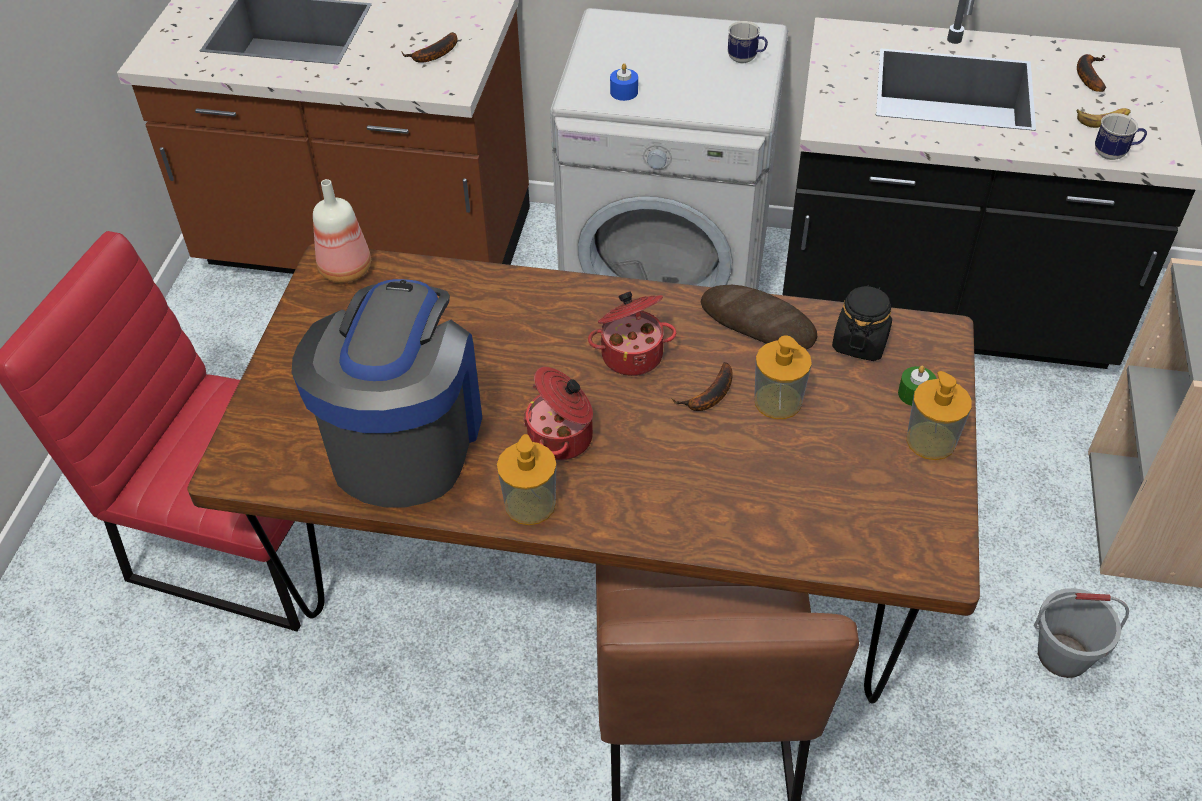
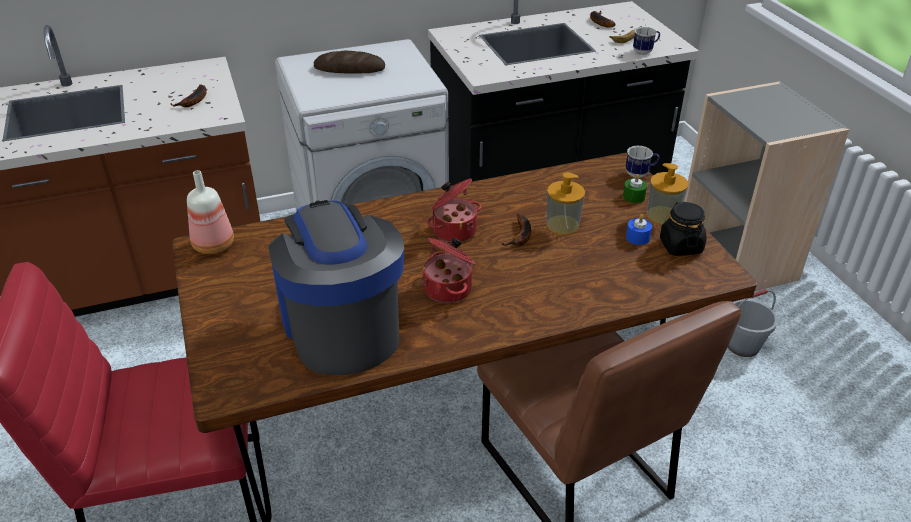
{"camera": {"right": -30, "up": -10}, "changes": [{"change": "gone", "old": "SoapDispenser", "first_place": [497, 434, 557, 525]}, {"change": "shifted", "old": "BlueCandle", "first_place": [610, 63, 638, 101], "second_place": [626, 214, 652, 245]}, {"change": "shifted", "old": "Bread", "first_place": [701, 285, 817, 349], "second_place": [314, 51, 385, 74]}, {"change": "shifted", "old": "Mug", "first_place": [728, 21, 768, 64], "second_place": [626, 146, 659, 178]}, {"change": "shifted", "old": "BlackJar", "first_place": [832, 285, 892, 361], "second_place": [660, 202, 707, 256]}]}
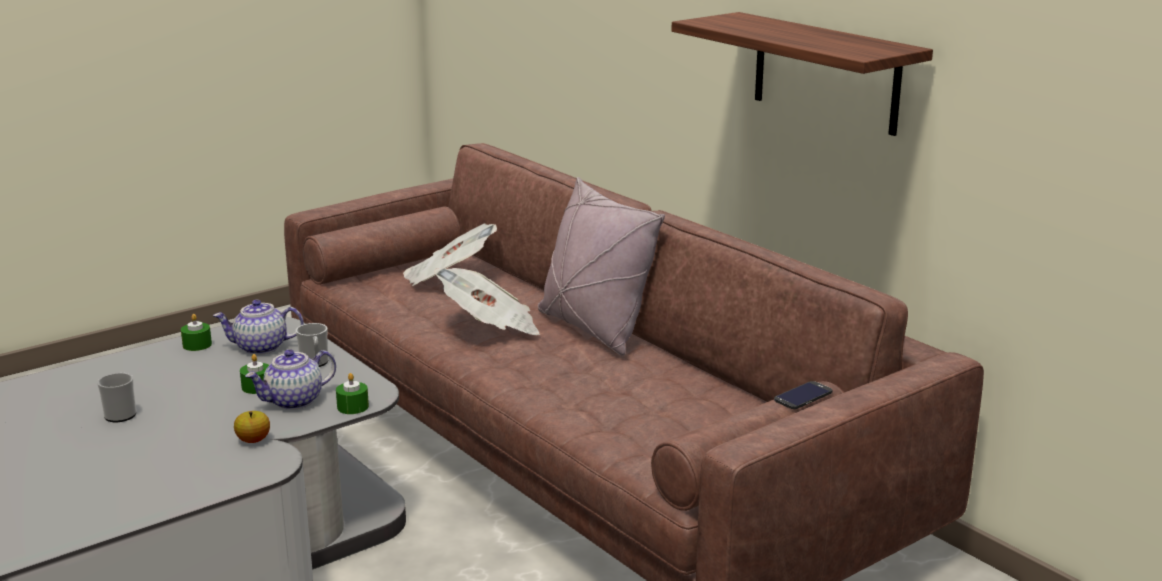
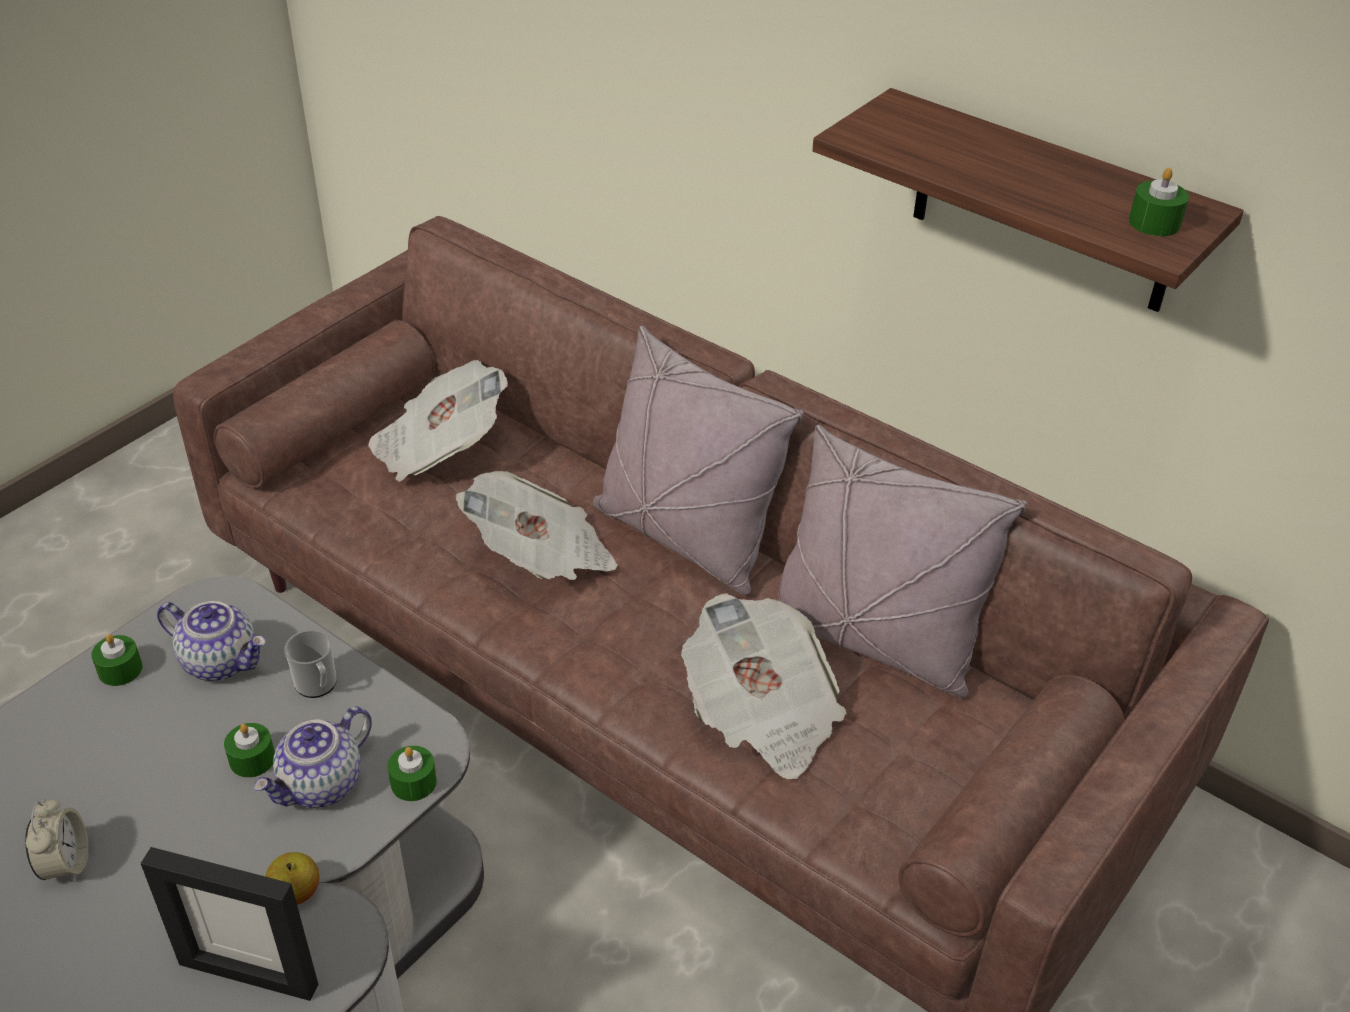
{"camera": {"right": -15, "up": 20}, "changes": [{"change": "gone", "old": "Phone", "first_place": [774, 381, 832, 409]}, {"change": "new", "new": "PictureFrame", "second_place": [141, 847, 318, 1001]}, {"change": "new", "new": "Newspaper", "second_place": [681, 593, 846, 779]}, {"change": "new", "new": "PurplePillow", "second_place": [779, 425, 1027, 698]}, {"change": "new", "new": "GreenCandle", "second_place": [1129, 168, 1189, 236]}, {"change": "swapped", "old": "Mug", "new": "AlarmClock", "first_place": [97, 373, 136, 422], "second_place": [25, 799, 89, 882]}, {"change": "rotated", "old": "Teapot", "first_place": [213, 299, 304, 355], "second_place": [157, 601, 266, 681], "degrees": -135}]}
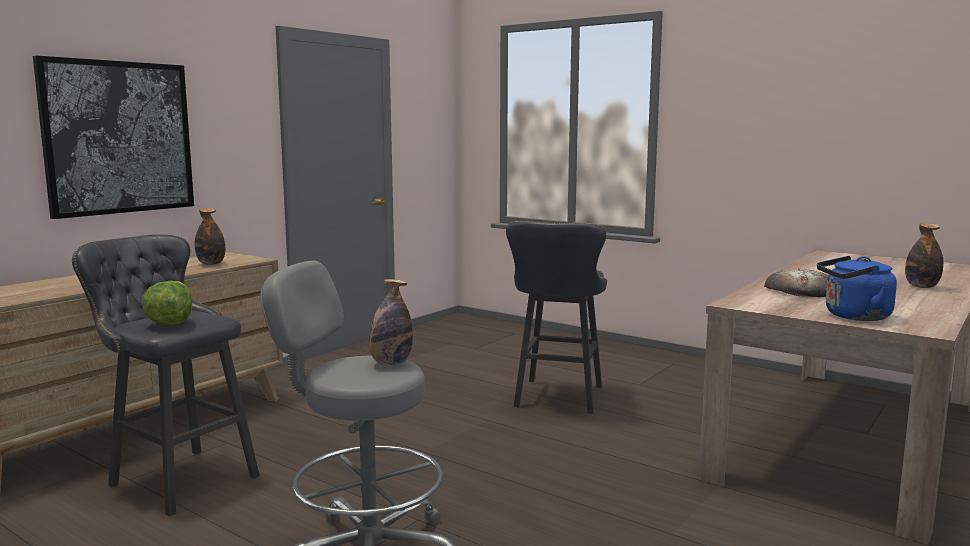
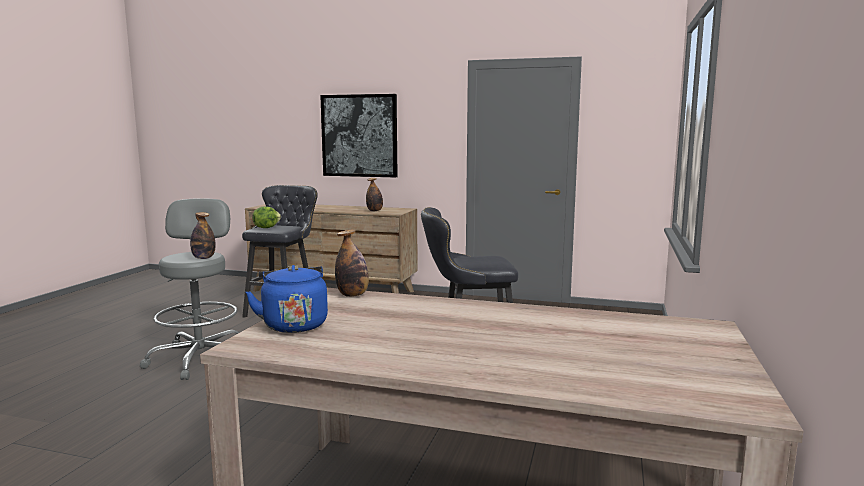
{"camera": {"right": 70, "up": 0}, "changes": [{"change": "gone", "old": "Bread", "first_place": [764, 268, 828, 297]}, {"change": "shifted", "old": "Bottle", "first_place": [905, 223, 943, 288], "second_place": [335, 229, 369, 297]}]}
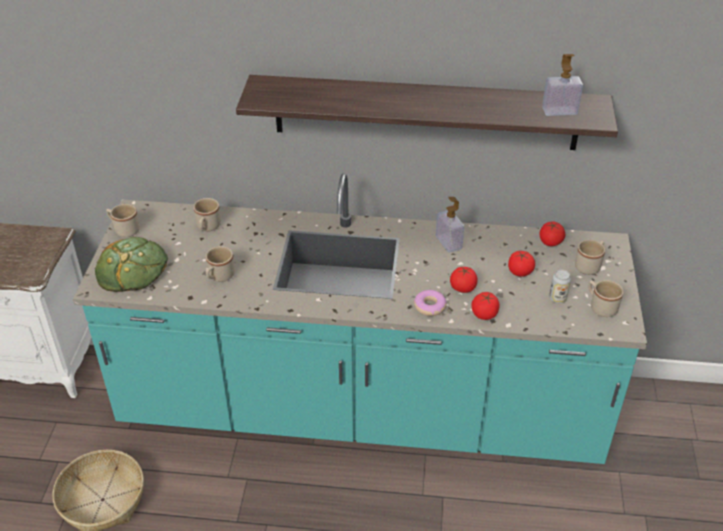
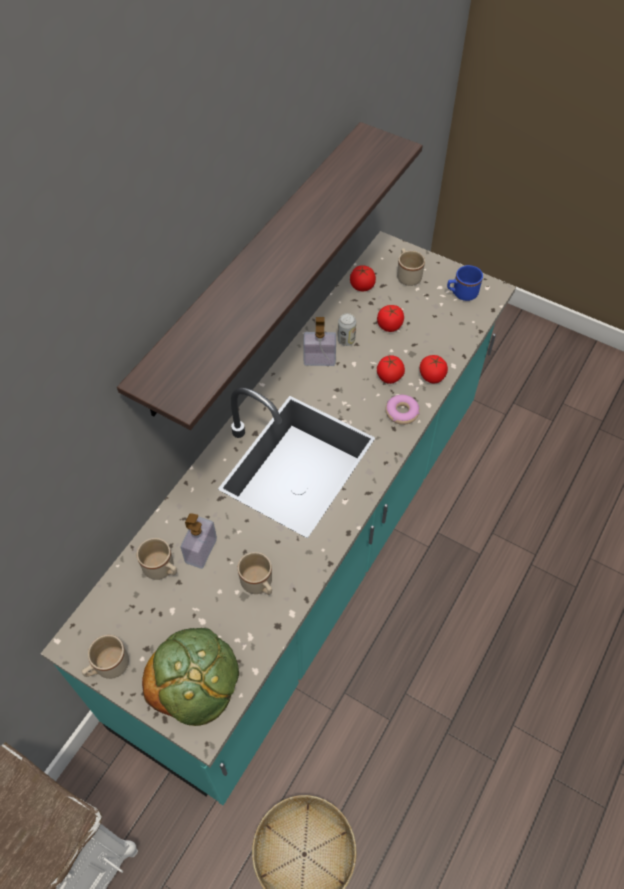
{"camera": {"right": -65, "up": 15}, "changes": [{"change": "shifted", "old": "SoapDispenser", "first_place": [542, 54, 583, 116], "second_place": [181, 513, 217, 569]}, {"change": "shifted", "old": "Can", "first_place": [549, 269, 571, 303], "second_place": [338, 313, 356, 346]}, {"change": "repainted", "old": "BeigeMug", "new": "BlueMug", "first_place": [589, 280, 624, 317], "second_place": [447, 265, 483, 301]}]}
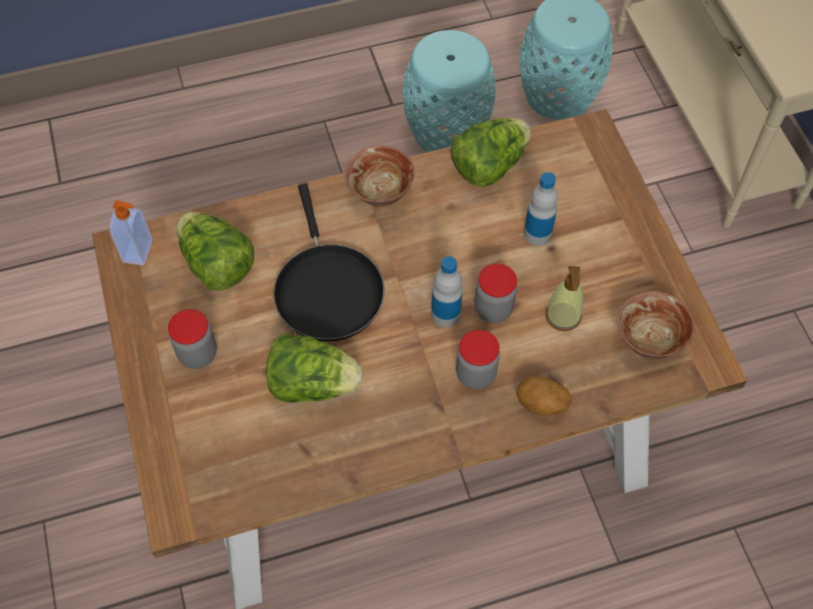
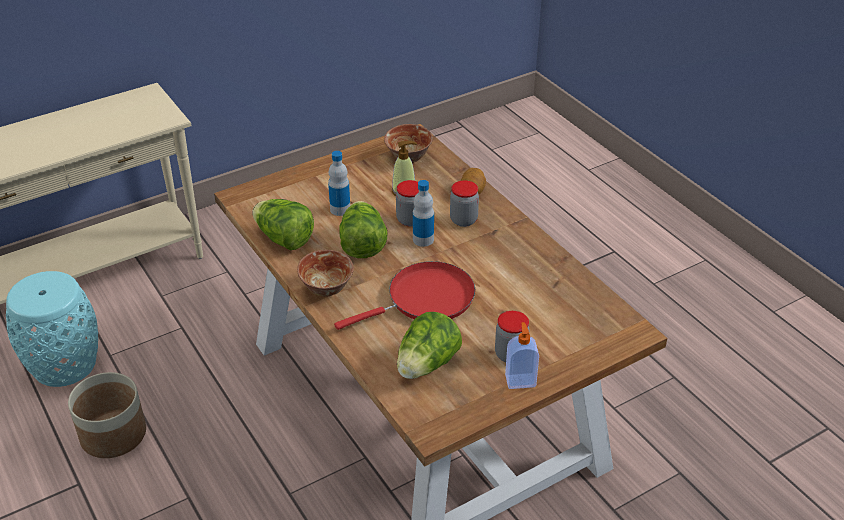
{"camera": {"right": -105, "up": -20}, "changes": [{"change": "shifted", "old": "SoapDispenser", "first_place": [110, 201, 153, 265], "second_place": [505, 322, 539, 389]}, {"change": "shifted", "old": "Lettuce", "first_place": [266, 334, 363, 403], "second_place": [339, 201, 388, 258]}, {"change": "swapped", "old": "TurquoiseStool", "new": "Planter", "first_place": [403, 30, 496, 152], "second_place": [68, 372, 146, 458]}, {"change": "repainted", "old": "BlackFryingPan", "new": "RedFryingPan", "first_place": [273, 183, 384, 342], "second_place": [334, 261, 475, 330]}]}
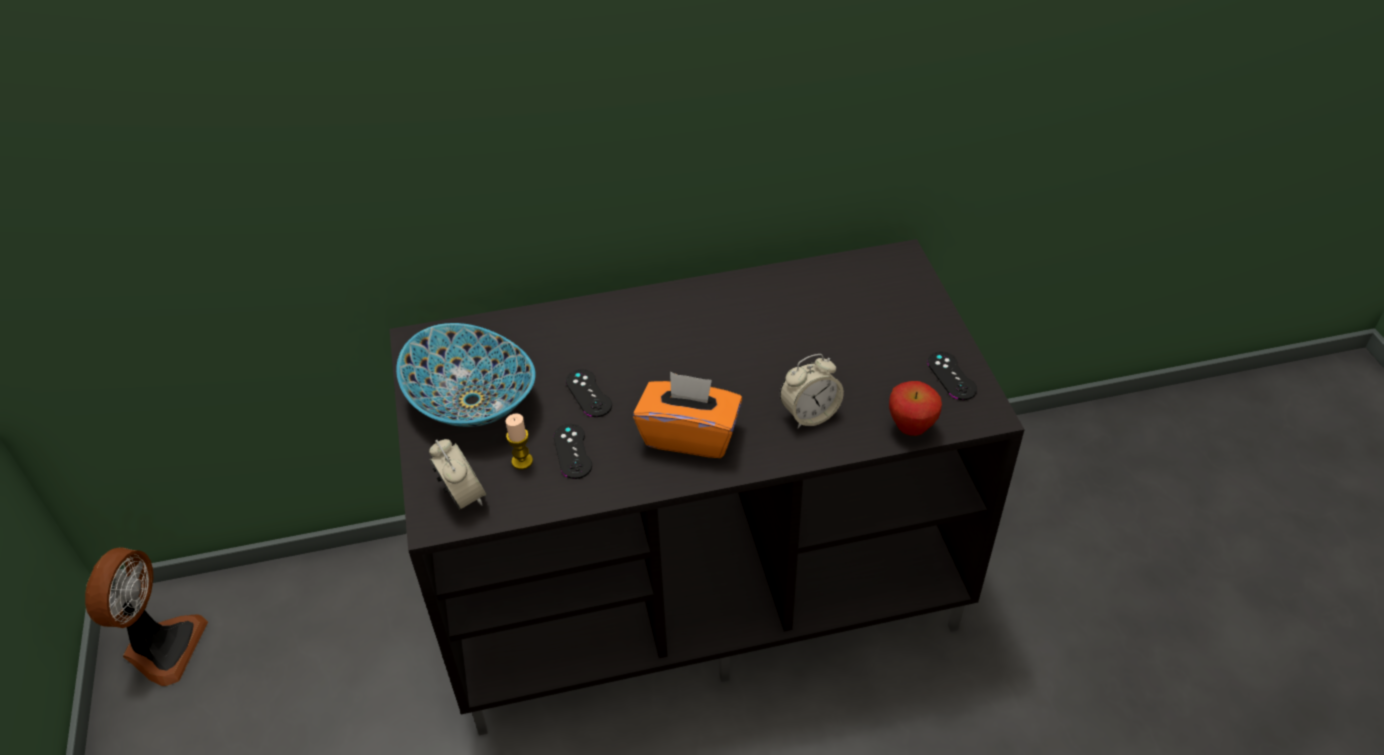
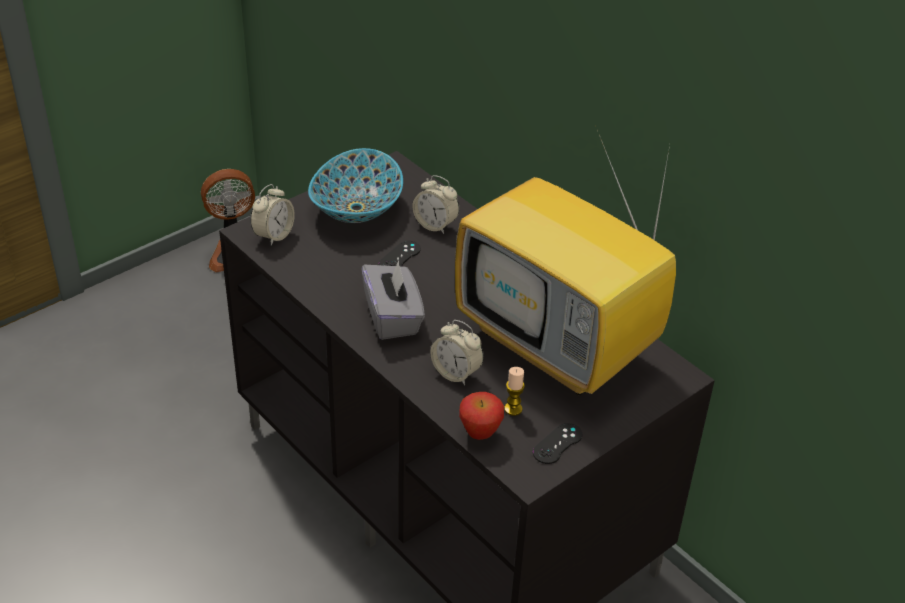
{"camera": {"right": 60, "up": -5}, "changes": [{"change": "gone", "old": "BlackGameController", "first_place": [554, 424, 592, 479]}, {"change": "new", "new": "AlarmClock", "second_place": [413, 175, 459, 234]}, {"change": "new", "new": "Television", "second_place": [455, 130, 676, 395]}, {"change": "shifted", "old": "Candle", "first_place": [505, 414, 533, 470], "second_place": [504, 367, 525, 416]}, {"change": "repainted", "old": "OrangeTissueBox", "new": "GreyTissueBox", "first_place": [633, 372, 742, 458], "second_place": [361, 260, 425, 340]}]}
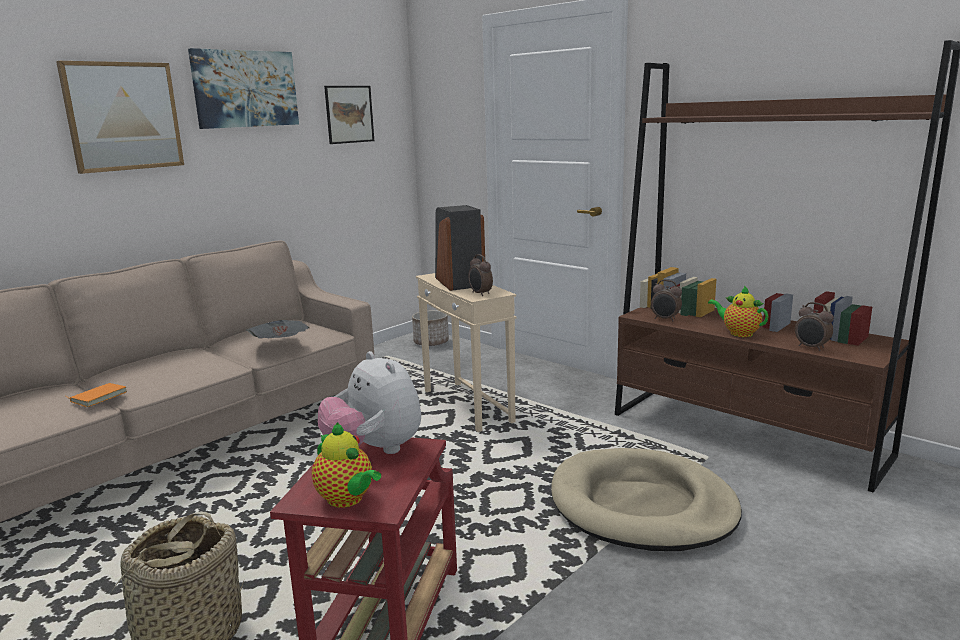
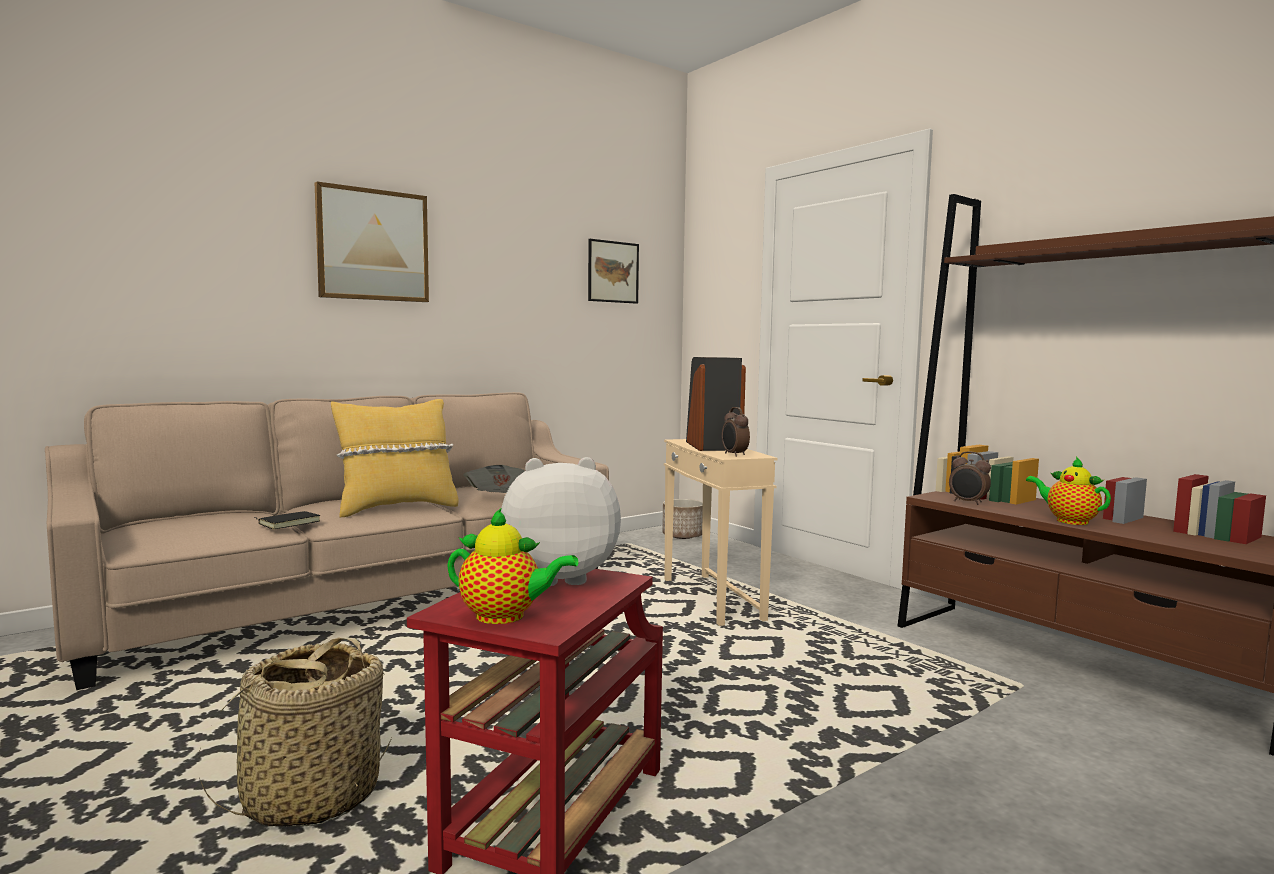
{"camera": {"right": 10, "up": -10}, "changes": [{"change": "gone", "old": "Picture", "first_place": [188, 48, 299, 129]}, {"change": "gone", "old": "BeigeDogBed", "first_place": [551, 448, 742, 551]}, {"change": "gone", "old": "AlarmClock", "first_place": [795, 302, 834, 351]}, {"change": "new", "new": "YellowPillow", "second_place": [331, 399, 458, 518]}, {"change": "repainted", "old": "OrangeBook", "new": "BlackBook", "first_place": [64, 383, 127, 407], "second_place": [256, 511, 320, 529]}, {"change": "rotated", "old": "Teapot", "first_place": [312, 422, 381, 508], "second_place": [447, 509, 578, 624], "degrees": -45}, {"change": "rotated", "old": "PlushToy", "first_place": [318, 351, 421, 454], "second_place": [501, 457, 621, 586], "degrees": 105}]}
